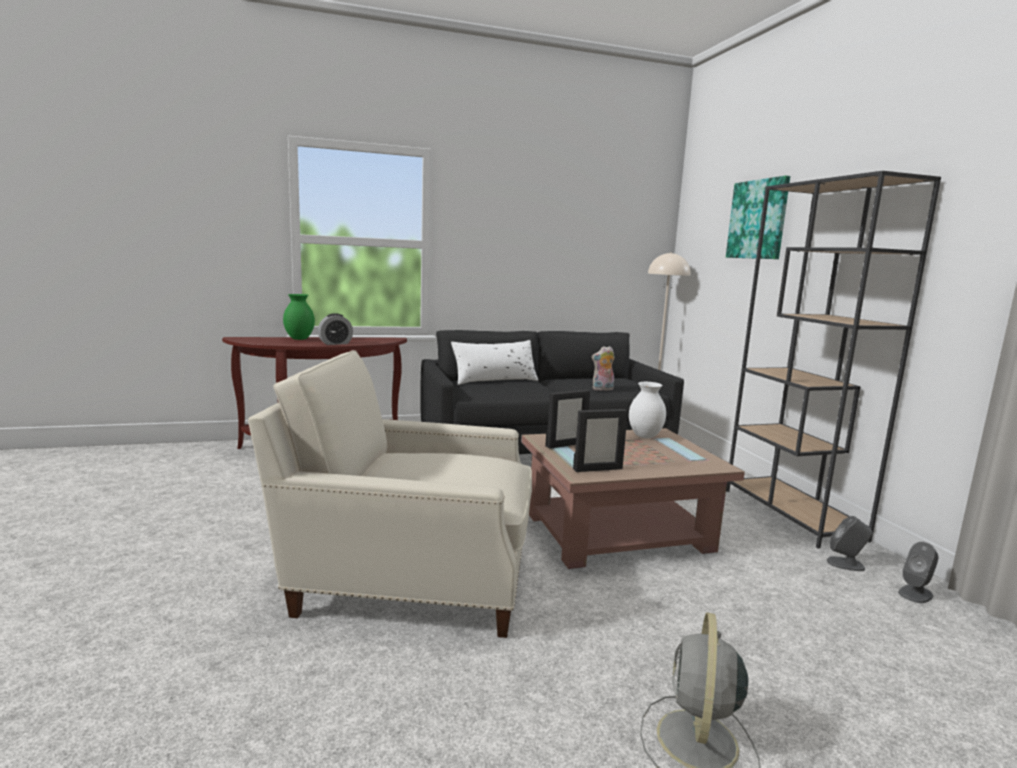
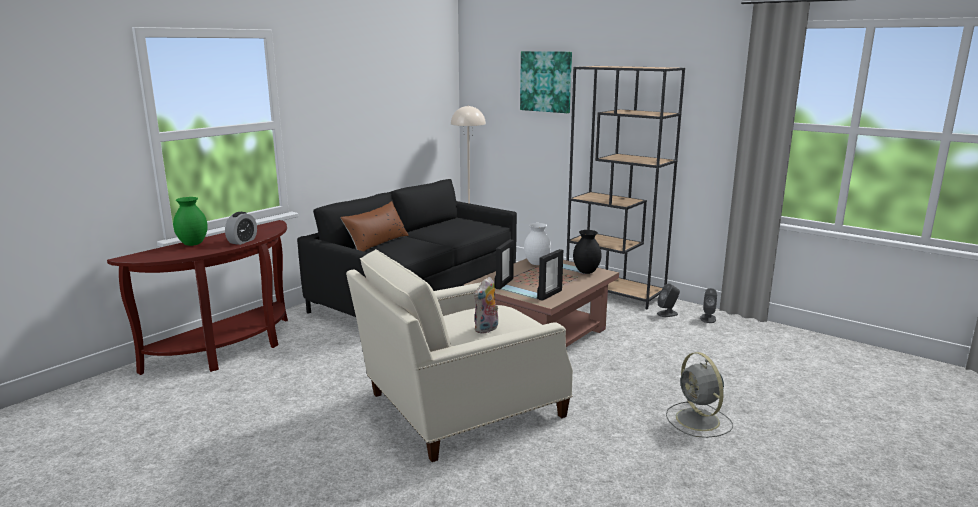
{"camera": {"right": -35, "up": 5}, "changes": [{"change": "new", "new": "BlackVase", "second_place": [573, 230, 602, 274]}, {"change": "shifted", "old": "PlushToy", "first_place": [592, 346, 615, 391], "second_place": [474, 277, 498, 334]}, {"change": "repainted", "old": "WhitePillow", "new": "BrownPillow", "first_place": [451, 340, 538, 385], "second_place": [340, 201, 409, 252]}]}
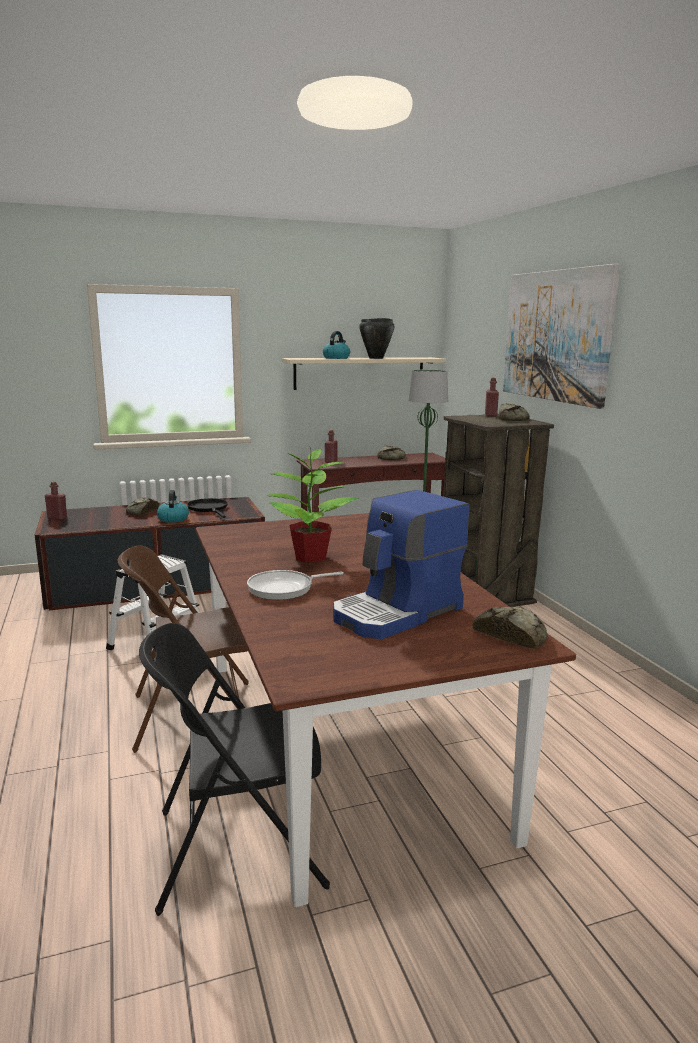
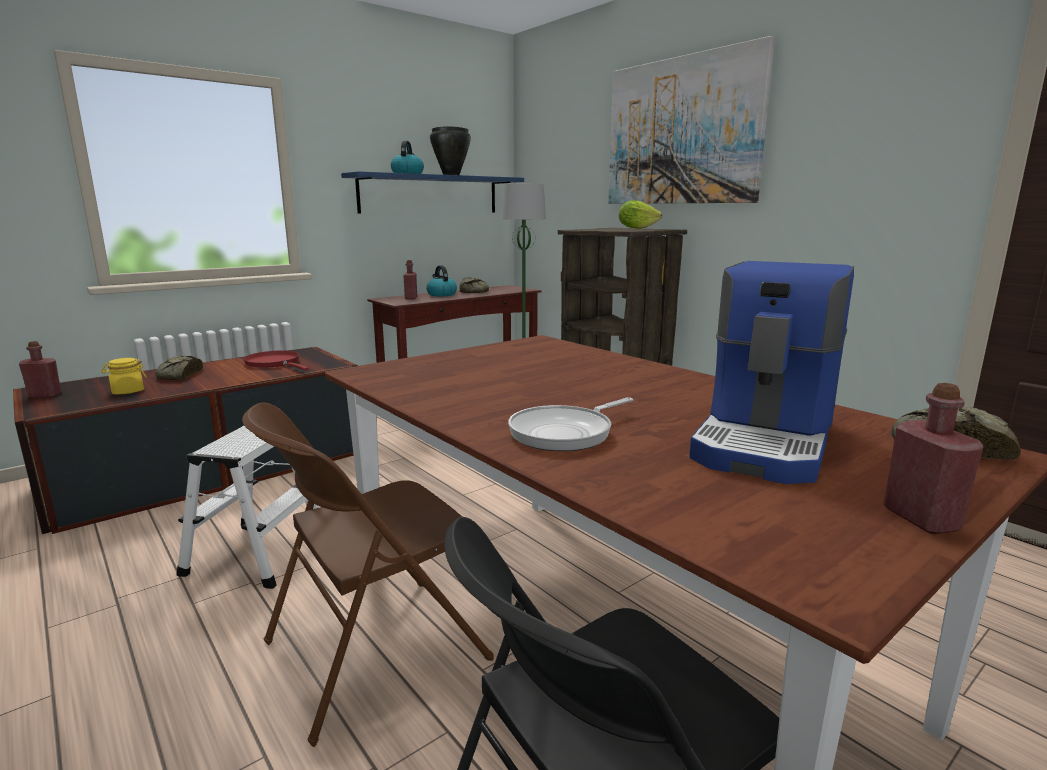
{"camera": {"right": -20, "up": 0}, "changes": [{"change": "gone", "old": "PottedPlant", "first_place": [267, 448, 359, 562]}, {"change": "new", "new": "YellowJar", "second_place": [102, 358, 146, 395]}, {"change": "shifted", "old": "Kettle", "first_place": [157, 490, 189, 523], "second_place": [426, 265, 457, 296]}, {"change": "shifted", "old": "RedBottle", "first_place": [485, 378, 499, 417], "second_place": [883, 383, 983, 534]}, {"change": "swapped", "old": "Bread", "new": "Lettuce", "first_place": [499, 404, 530, 421], "second_place": [619, 200, 662, 229]}, {"change": "repainted", "old": "BlackFryingPan", "new": "RedFryingPan", "first_place": [187, 498, 228, 518], "second_place": [243, 351, 309, 370]}, {"change": "repainted", "old": "BeigeShelf", "new": "BlueShelf", "first_place": [282, 357, 446, 390], "second_place": [341, 171, 524, 213]}]}
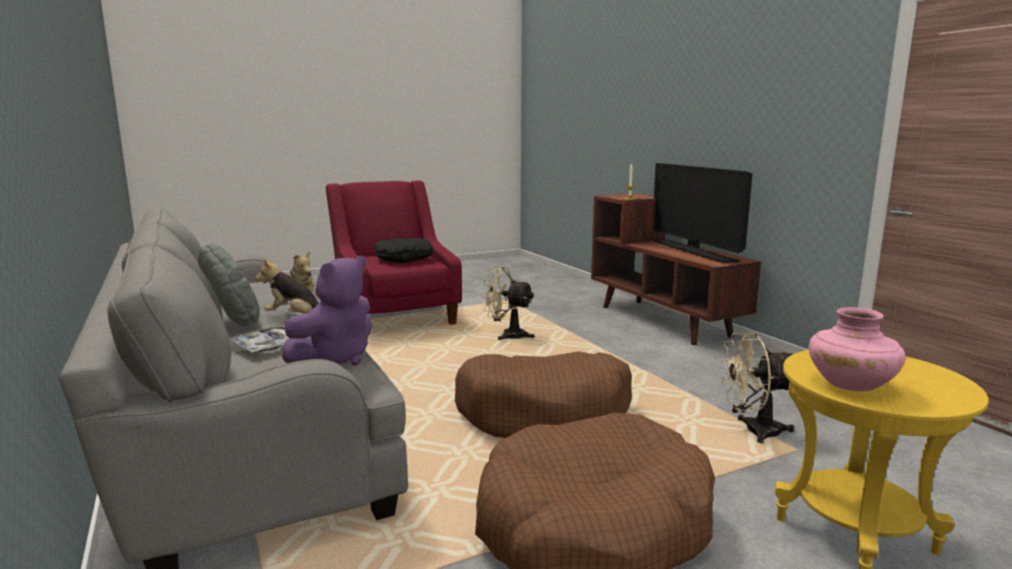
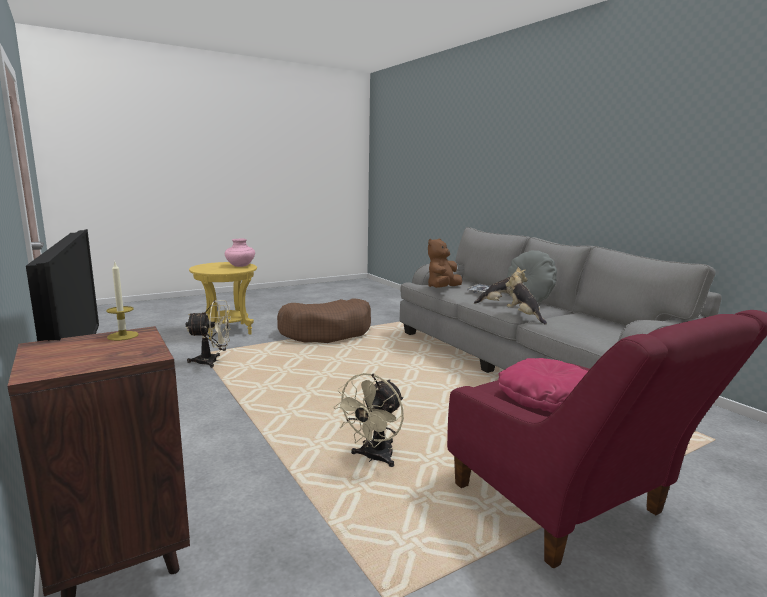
{"camera": {"right": 175, "up": 0}, "changes": [{"change": "gone", "old": "BrownDogBed", "first_place": [455, 351, 632, 438]}, {"change": "repainted", "old": "PurplePlushToy", "new": "BrownPlushToy", "first_place": [282, 256, 372, 365], "second_place": [428, 238, 462, 288]}, {"change": "repainted", "old": "BlackPillow", "new": "PinkPillow", "first_place": [374, 238, 434, 263], "second_place": [498, 358, 588, 413]}, {"change": "rotated", "old": "BeigeFan", "first_place": [482, 266, 534, 340], "second_place": [333, 373, 404, 467], "degrees": 105}]}
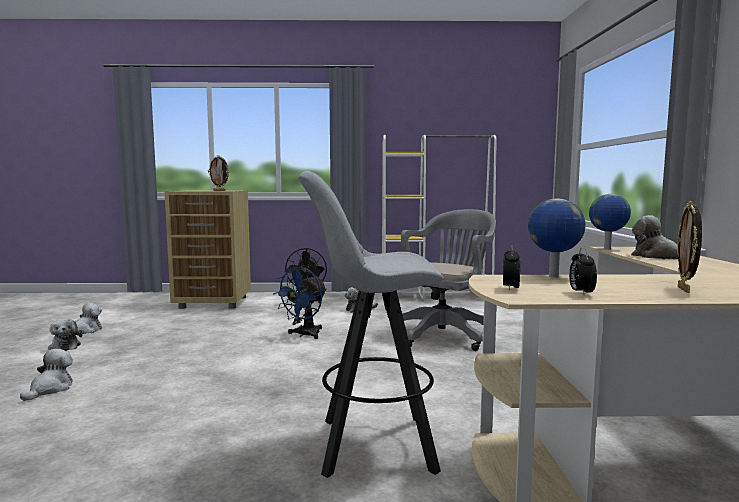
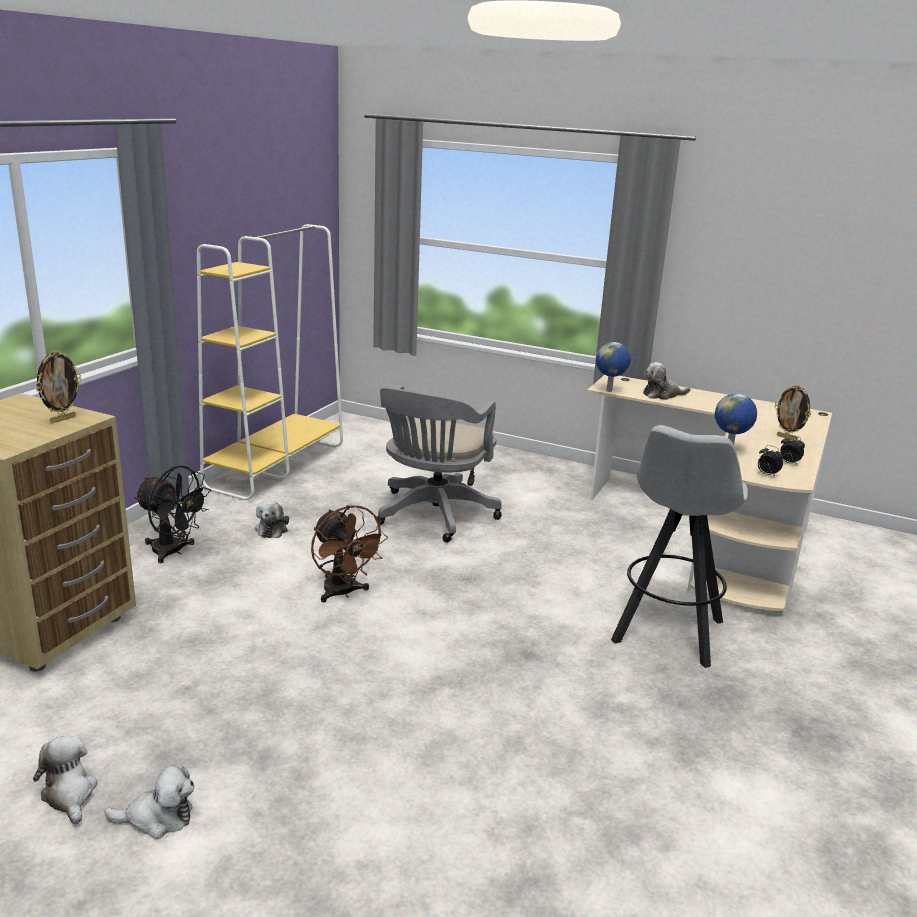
{"camera": {"right": -65, "up": 15}, "changes": [{"change": "gone", "old": "PlushToy", "first_place": [20, 349, 73, 401]}, {"change": "repainted", "old": "BlueFan", "new": "BrownFan", "first_place": [273, 266, 327, 339], "second_place": [311, 505, 388, 602]}, {"change": "rotated", "old": "GreyOfficeChair", "first_place": [401, 209, 496, 351], "second_place": [377, 386, 502, 542], "degrees": -135}]}
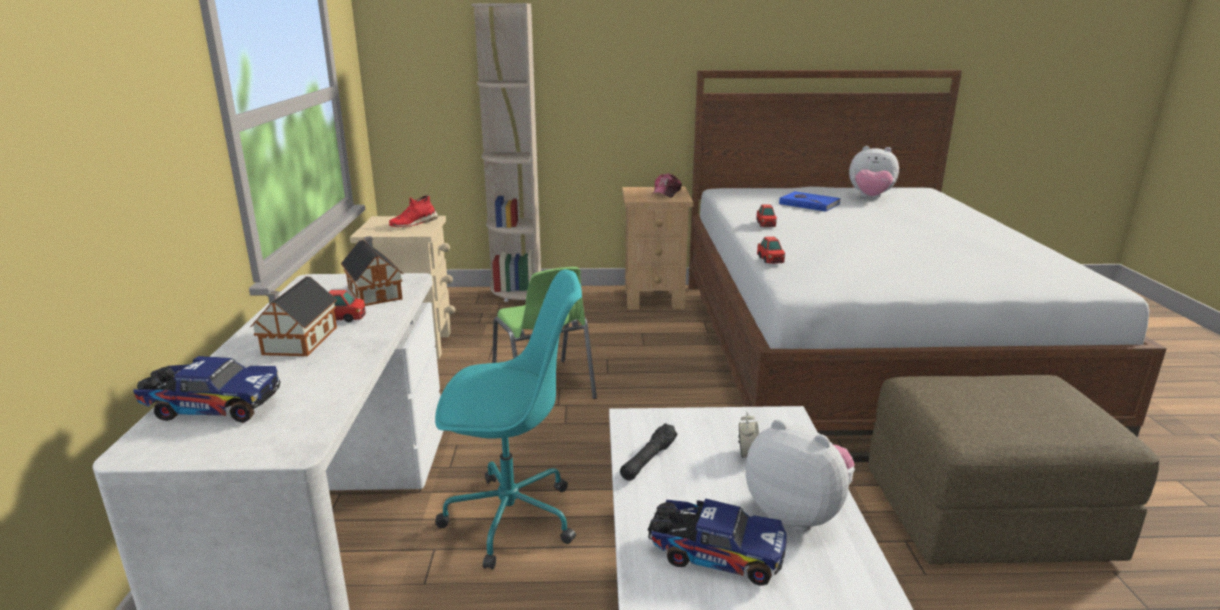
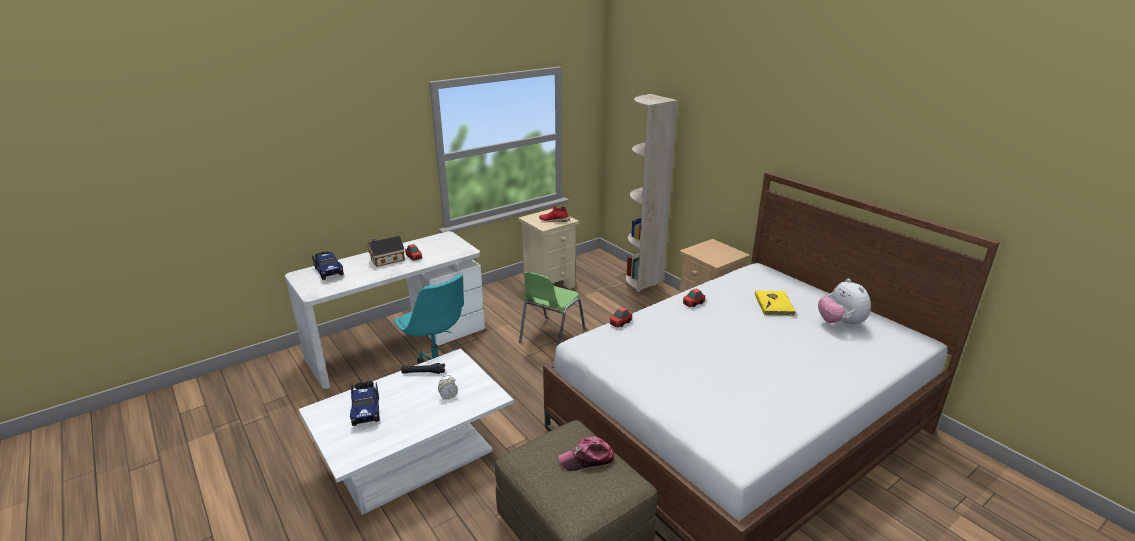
{"camera": {"right": 55, "up": 5}, "changes": [{"change": "gone", "old": "ToyHouse", "first_place": [341, 236, 404, 306]}, {"change": "gone", "old": "PlushToy", "first_place": [745, 419, 855, 531]}, {"change": "shifted", "old": "Cap", "first_place": [651, 173, 682, 198], "second_place": [558, 437, 615, 471]}, {"change": "repainted", "old": "BlueBook", "new": "YellowBook", "first_place": [779, 191, 841, 212], "second_place": [755, 291, 796, 316]}]}
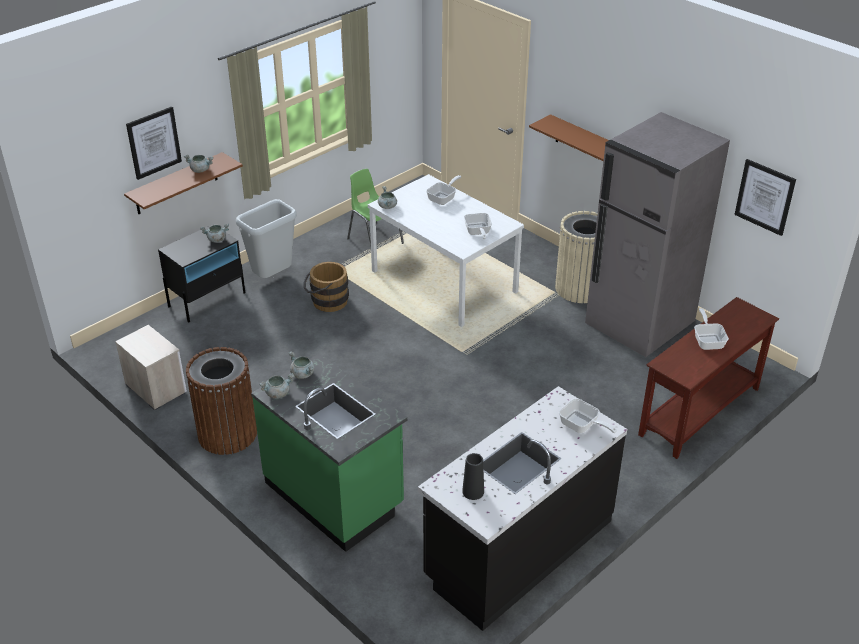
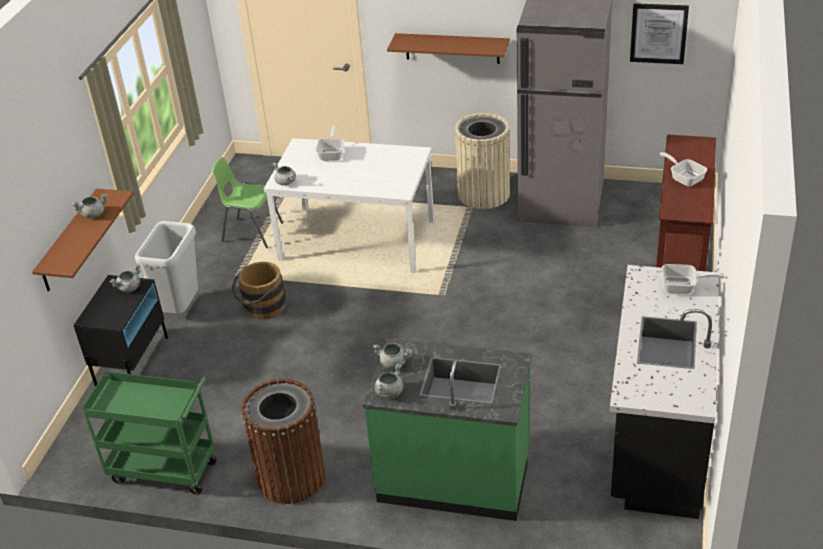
{"camera": {"right": -30, "up": 0}, "changes": [{"change": "gone", "old": "Picture", "first_place": [126, 107, 182, 180]}, {"change": "gone", "old": "BlackVase", "first_place": [462, 453, 484, 500]}, {"change": "gone", "old": "FryingPan", "first_place": [464, 213, 492, 239]}, {"change": "swapped", "old": "Nightstand", "new": "GreenCart", "first_place": [115, 325, 187, 410], "second_place": [82, 372, 217, 495]}]}
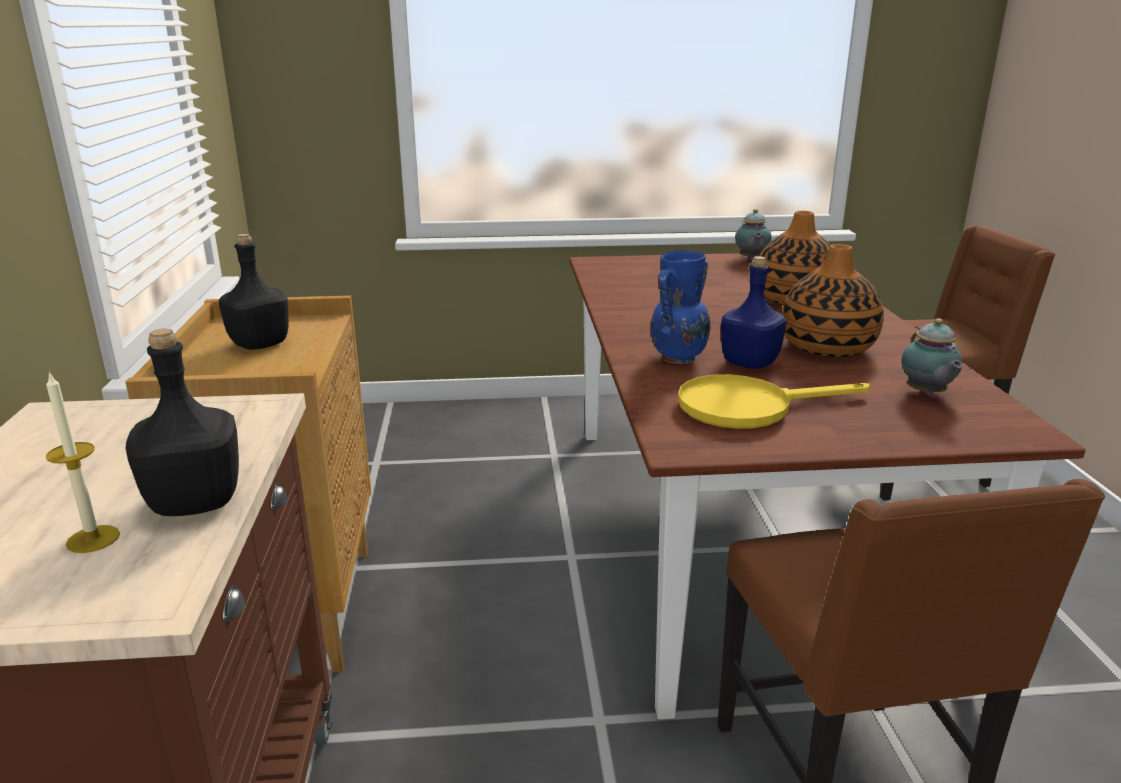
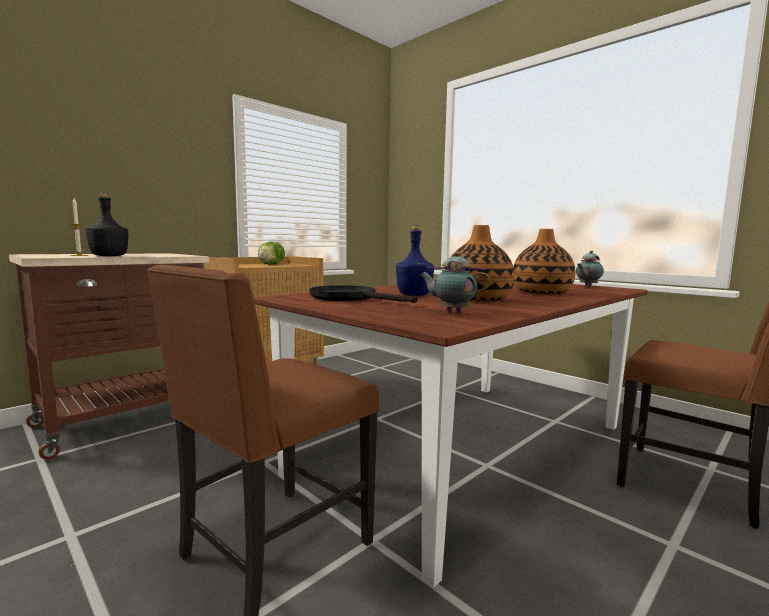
{"camera": {"right": 50, "up": -15}, "changes": [{"change": "gone", "old": "BlueVase", "first_place": [651, 251, 711, 364]}, {"change": "swapped", "old": "BlackBottle", "new": "Lettuce", "first_place": [219, 234, 289, 350], "second_place": [258, 241, 285, 265]}, {"change": "repainted", "old": "YellowFryingPan", "new": "BlackFryingPan", "first_place": [678, 374, 870, 429], "second_place": [310, 285, 418, 303]}, {"change": "rotated", "old": "Teapot", "first_place": [901, 318, 963, 396], "second_place": [419, 252, 491, 313], "degrees": 60}]}
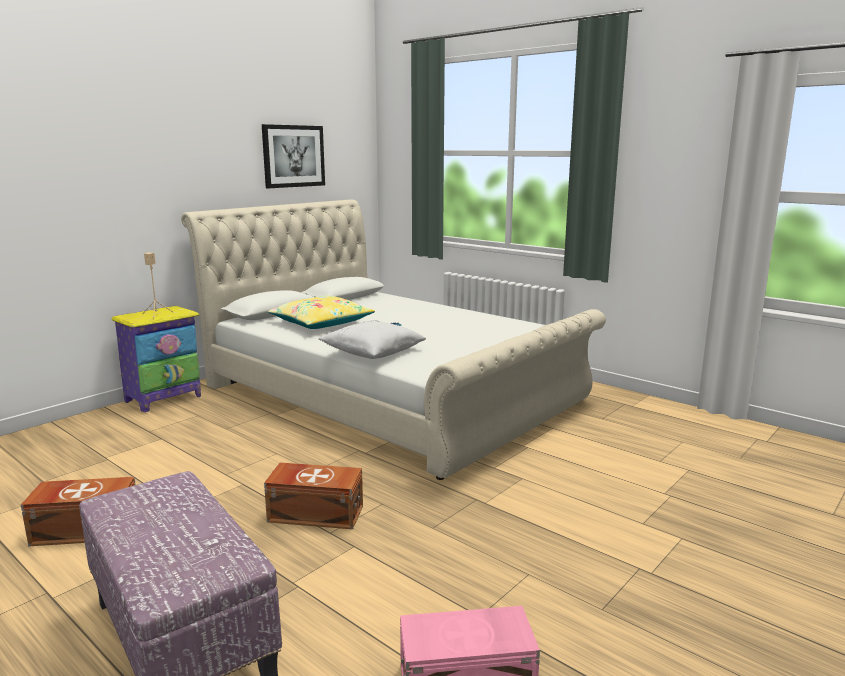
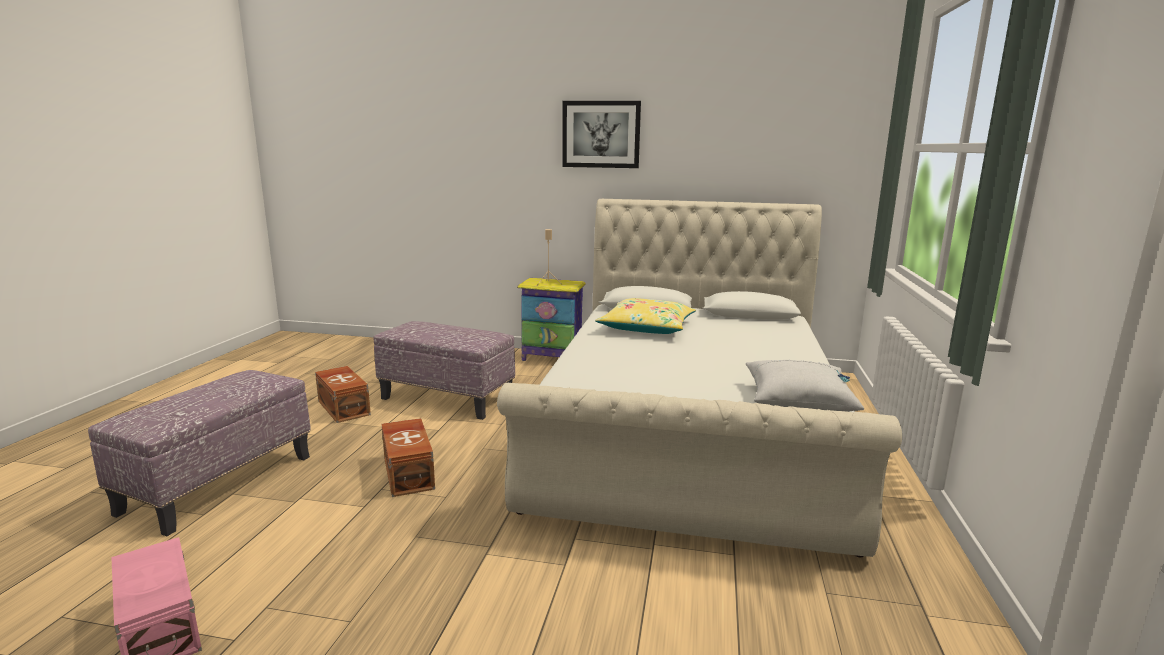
{"camera": {"right": 60, "up": 0}, "changes": [{"change": "new", "new": "Ottoman", "second_place": [373, 321, 515, 420]}, {"change": "shifted", "old": "Picture", "first_place": [262, 124, 325, 188], "second_place": [562, 101, 641, 168]}, {"change": "shifted", "old": "GreyPillow", "first_place": [319, 320, 426, 359], "second_place": [746, 360, 864, 412]}]}
